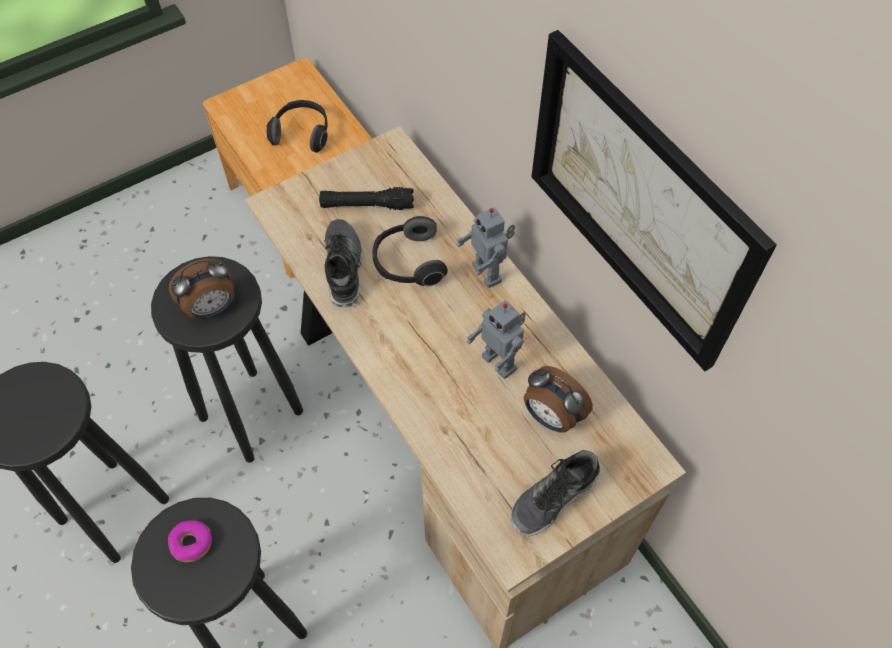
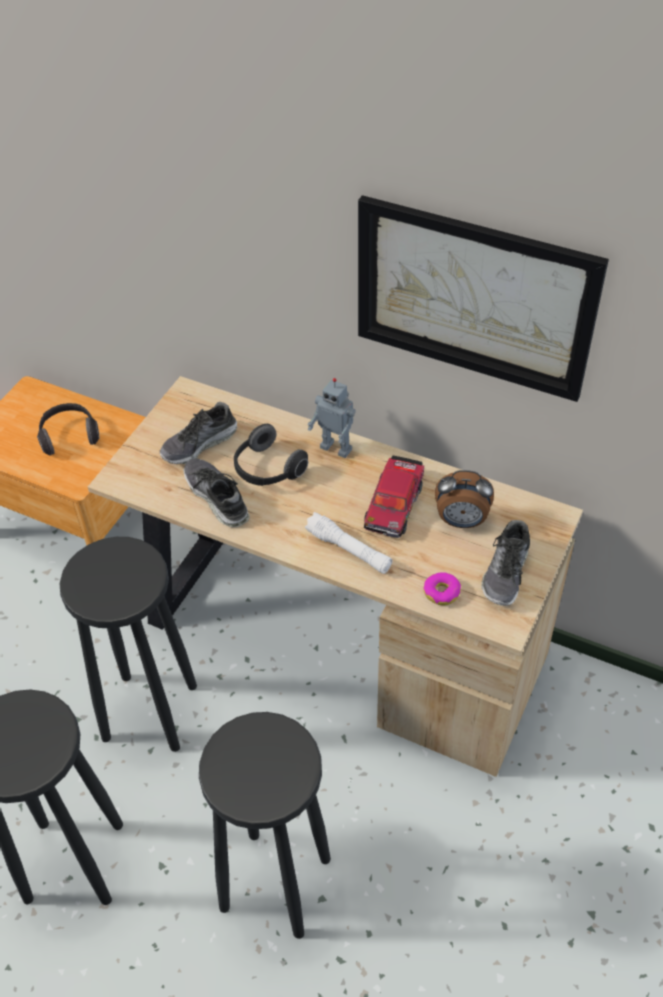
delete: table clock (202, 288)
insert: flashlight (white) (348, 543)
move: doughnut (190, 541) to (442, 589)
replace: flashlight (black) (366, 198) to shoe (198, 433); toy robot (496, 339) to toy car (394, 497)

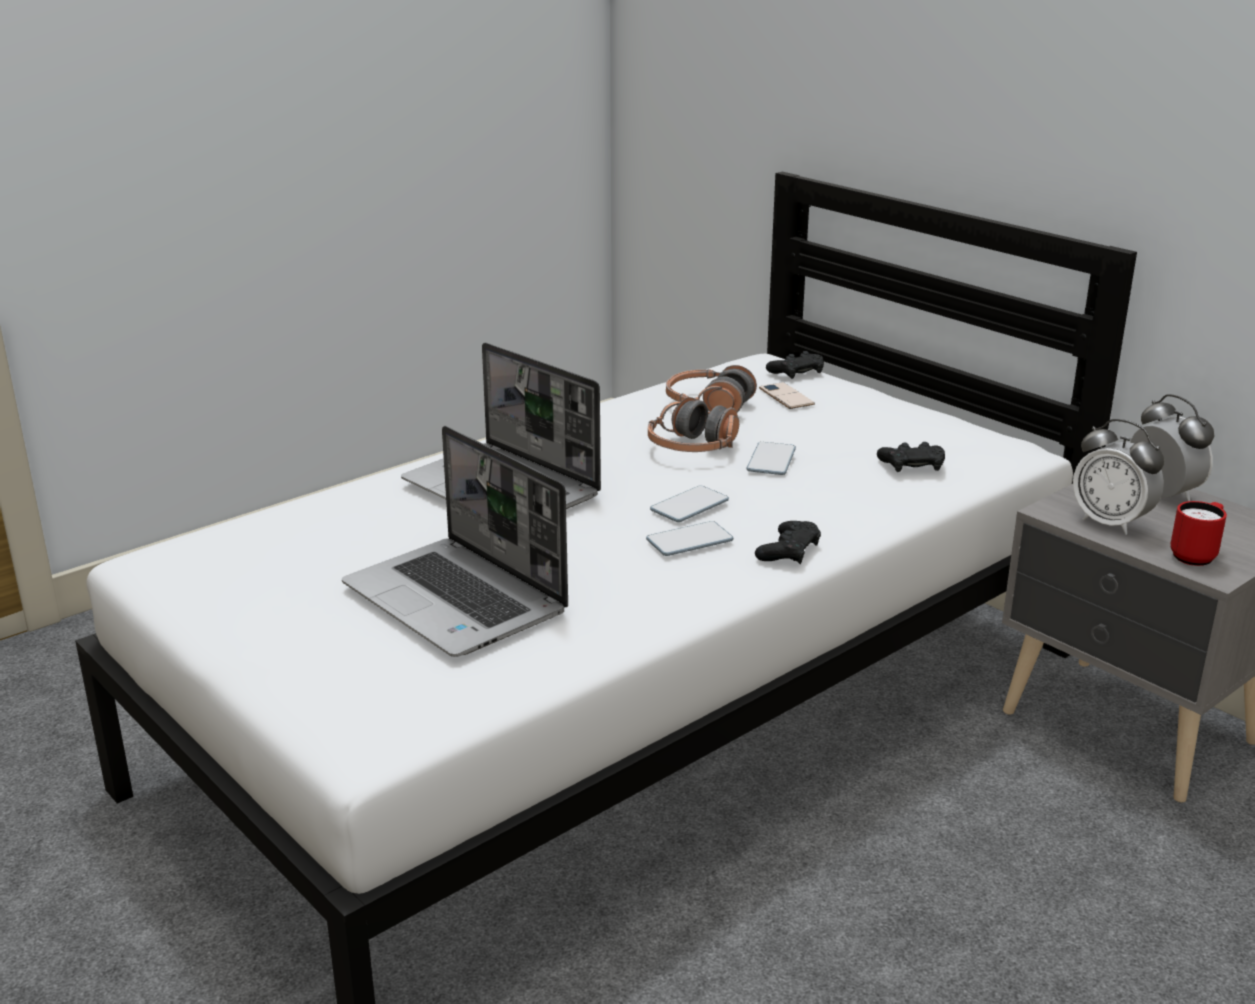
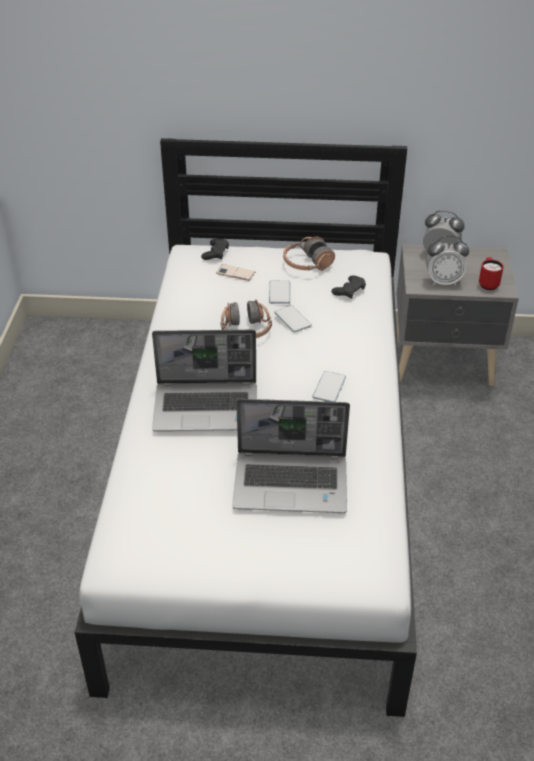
delete: gamepad (black) (788, 542)
move: handset (689, 504) to (279, 292); pair of headphones (711, 390) to (309, 253)

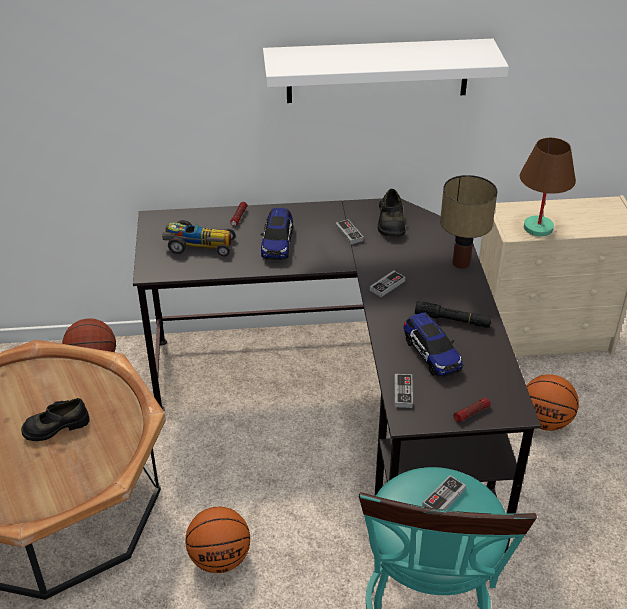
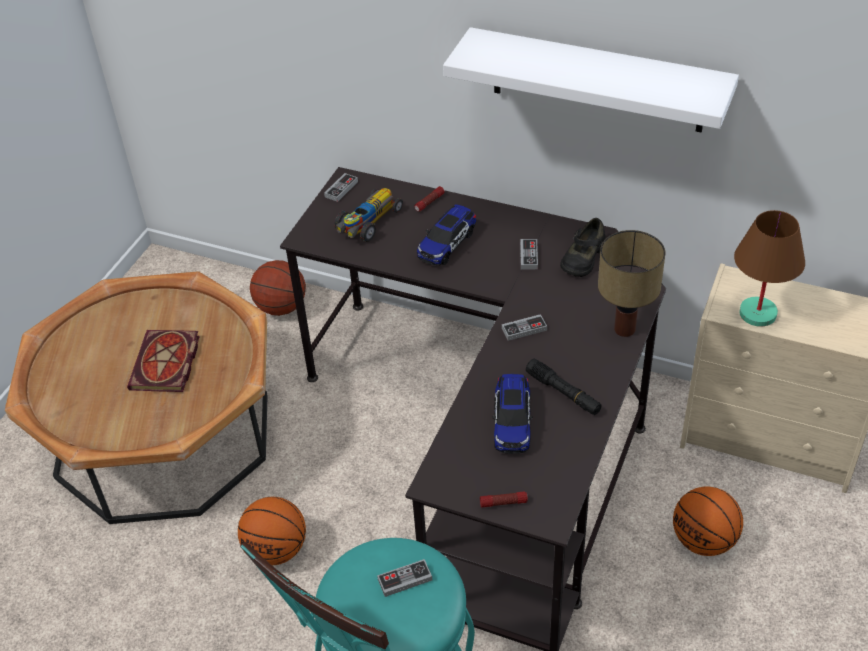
move: gamepad (403, 391) to (341, 187)
replace: shoe (black) (55, 419) to book (163, 361)
rotate: toy car (198, 238) = (369, 215) 90 degrees counterclockwise

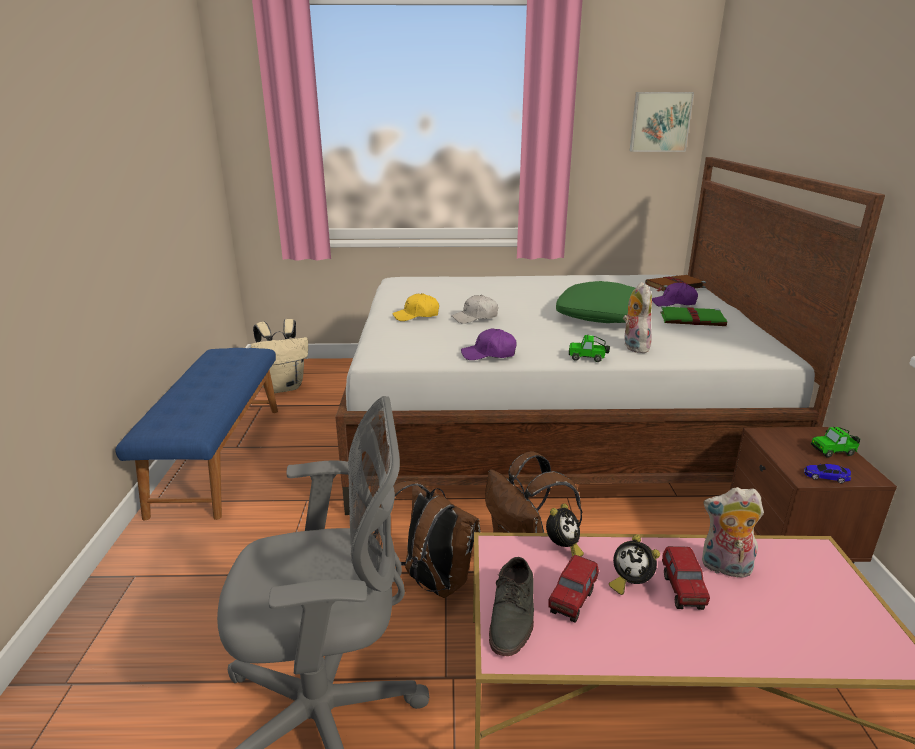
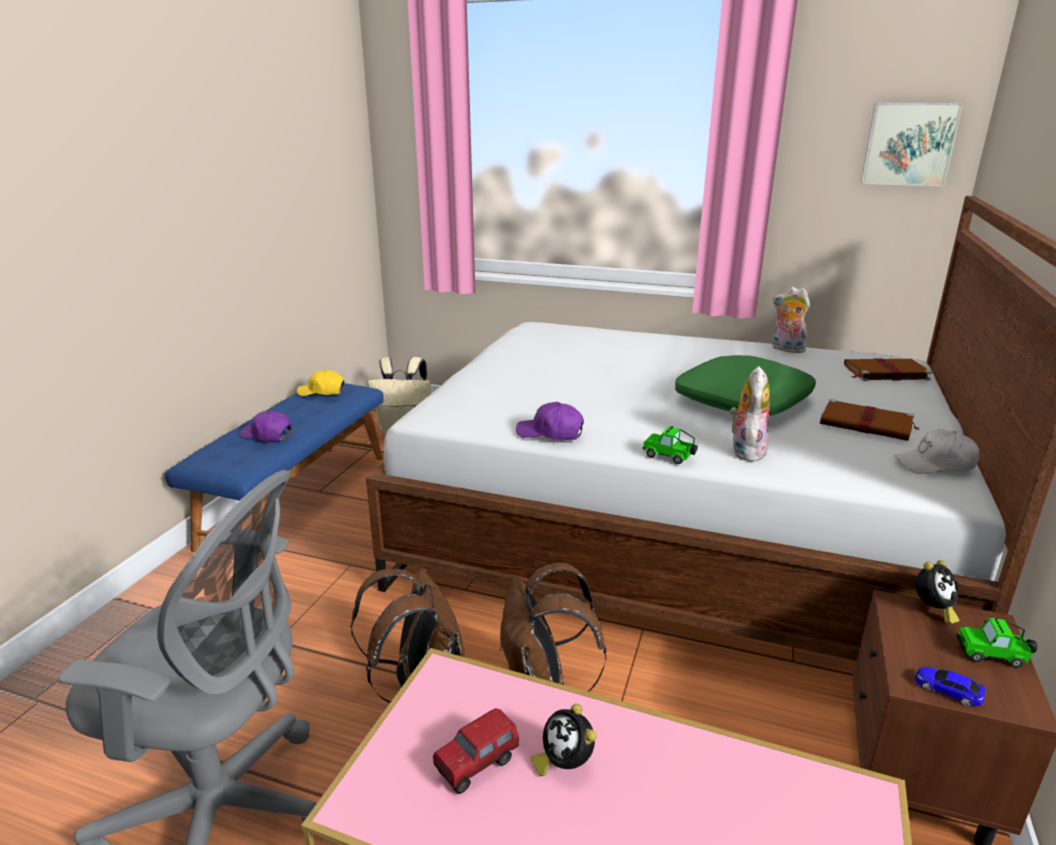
delete: shoe (grey) (511, 606); toy truck (686, 578)
move: baseball cap (yellowish) (415, 307) to (321, 383); baseball cap (white) (474, 309) to (937, 451); table clock (565, 530) to (937, 592); baseball cap (purplish) (675, 294) to (266, 425); soft toy (733, 534) to (791, 320)
recolor: book (greenish) (693, 316) to book (brown-coloured) (869, 420)

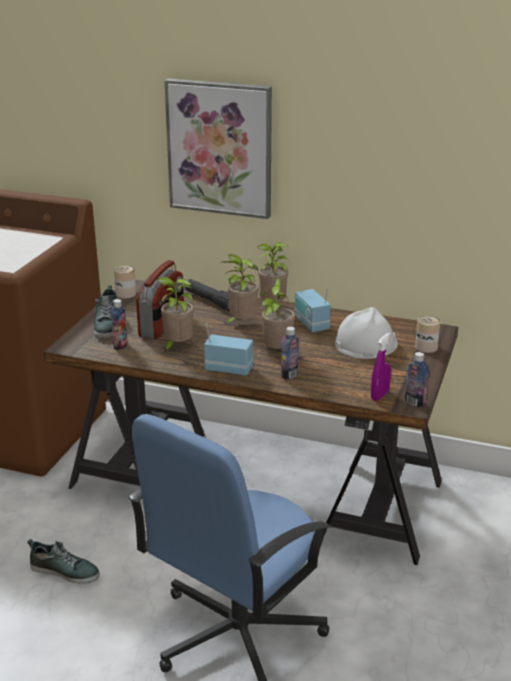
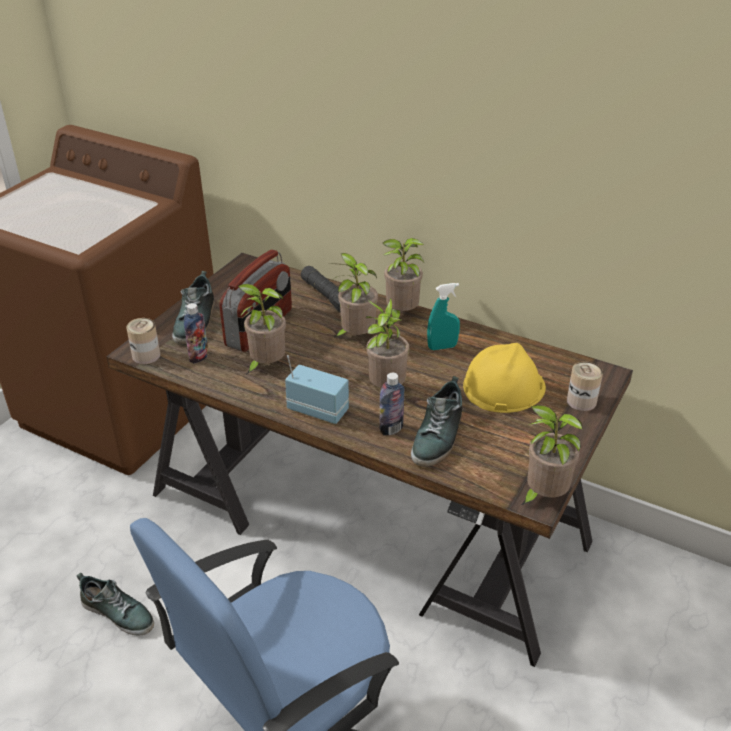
delete: wall art (218, 148); hand sprayer (purplish) (381, 366)
insert: shoe (436, 421)
move: can (125, 282) to (143, 341)
replace: radio set (313, 310) to hand sprayer (turquoise) (443, 316); drink bottle (417, 379) to houseplant (551, 455)
recolor: safety helmet (white) (366, 333) to safety helmet (yellowish) (504, 378)

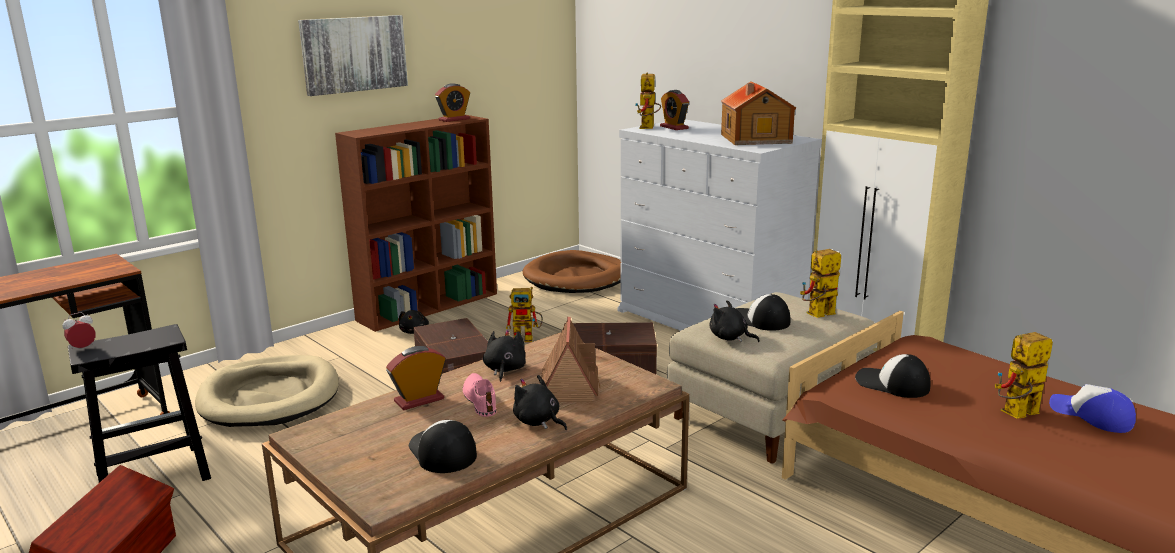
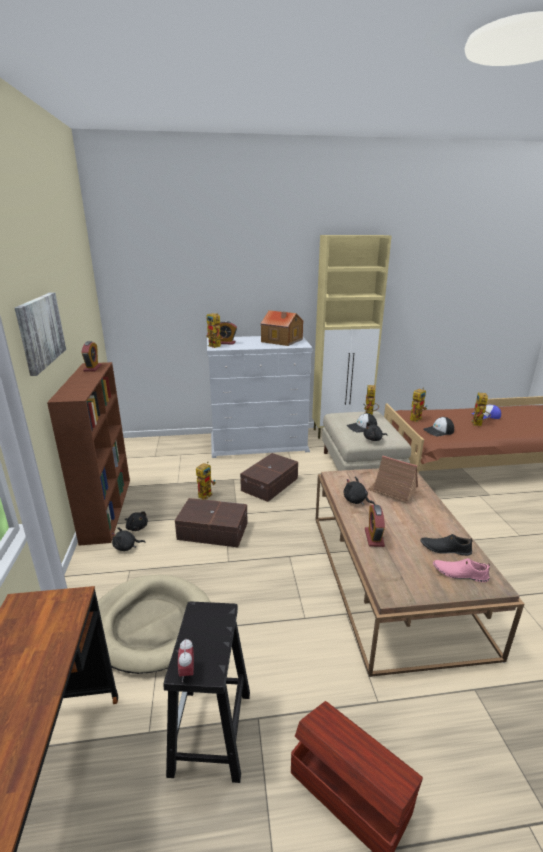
delete: dog cushion (brown-coloured) (572, 271)
insert: toy robot (419, 404)
move: shoe (pink-coloured) (480, 395) to (461, 570); soft toy (black) (540, 402) to (129, 539)
replace: baseball cap (443, 446) to shoe (black) (446, 545)

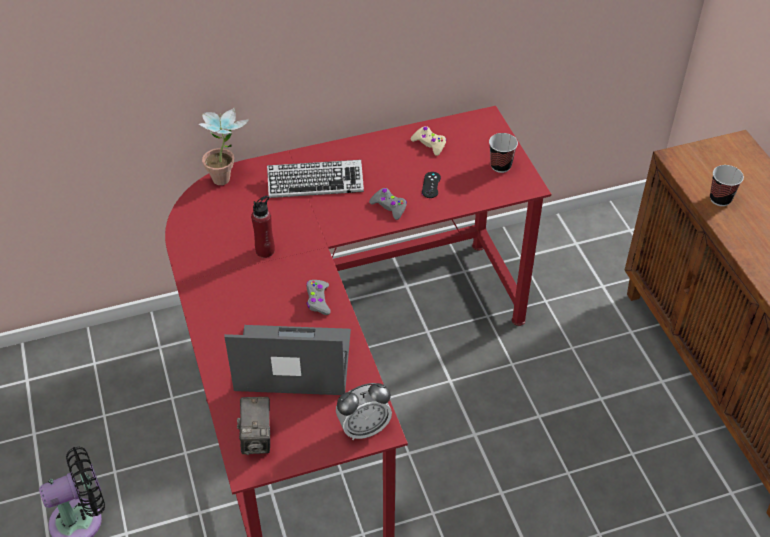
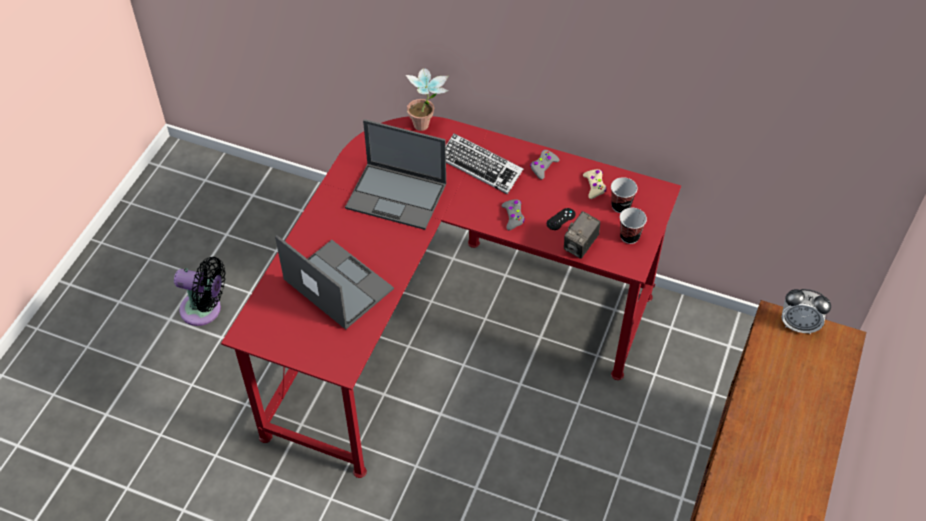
move: still camera (253, 426) to (582, 235); gamepad (grey) (318, 297) to (545, 165); table clock (364, 411) to (806, 311); drinking cup (727, 185) to (624, 195)
replace: drink bottle (red) (263, 227) to laptop (395, 174)

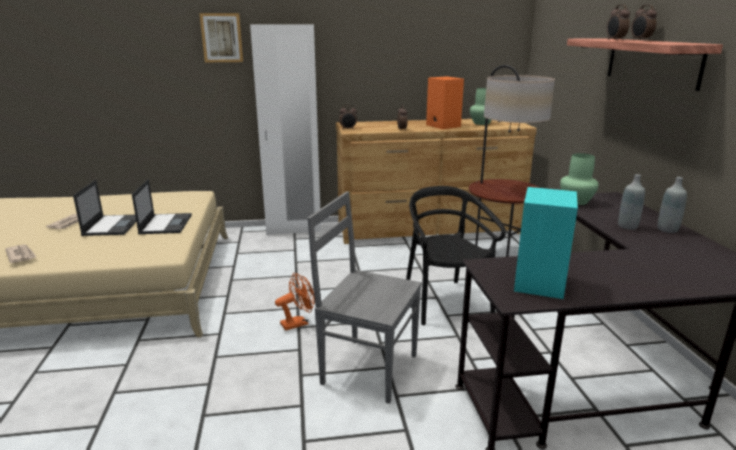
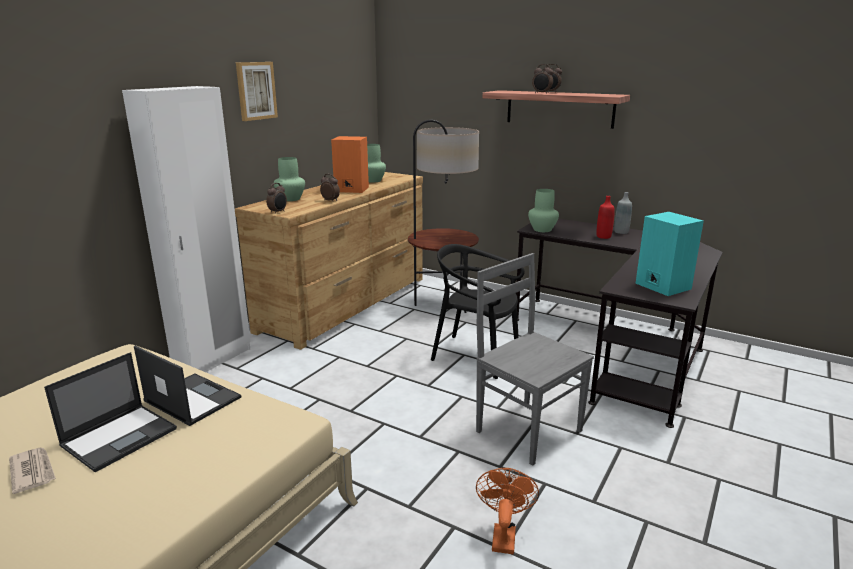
delete: newspaper (20, 253)
insert: flower vase (greenish) (289, 179)
move: wall art (221, 37) to (257, 91); fan (orange) (295, 302) to (507, 511)
recolor: drink bottle (grey) (631, 202) to drink bottle (red) (606, 217)
rotate: laptop (104, 208) = (110, 412) 90 degrees clockwise; chair (grey) (364, 297) = (535, 359) 75 degrees clockwise

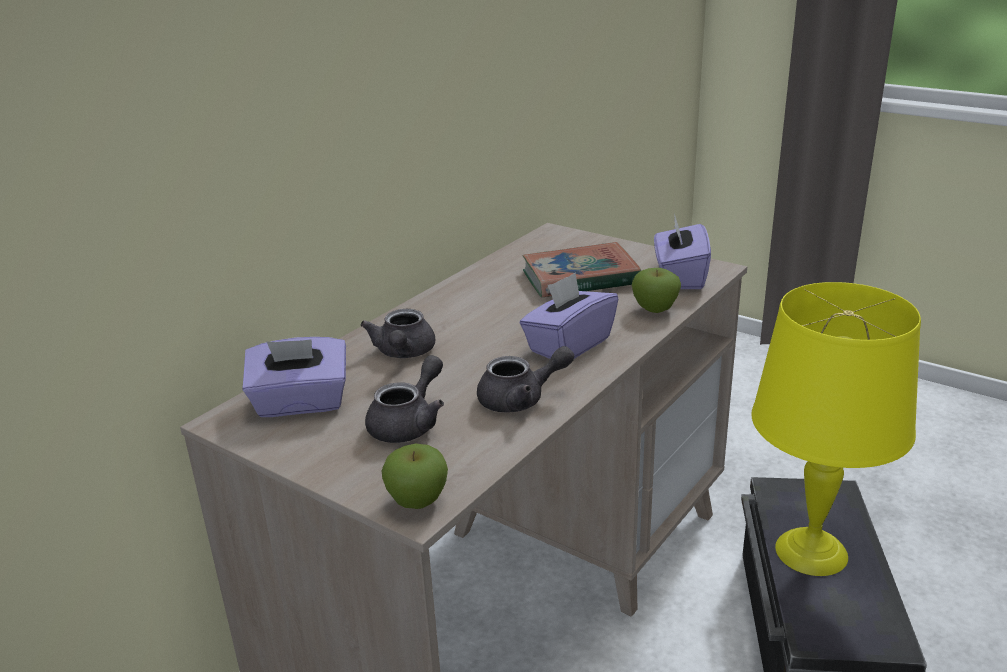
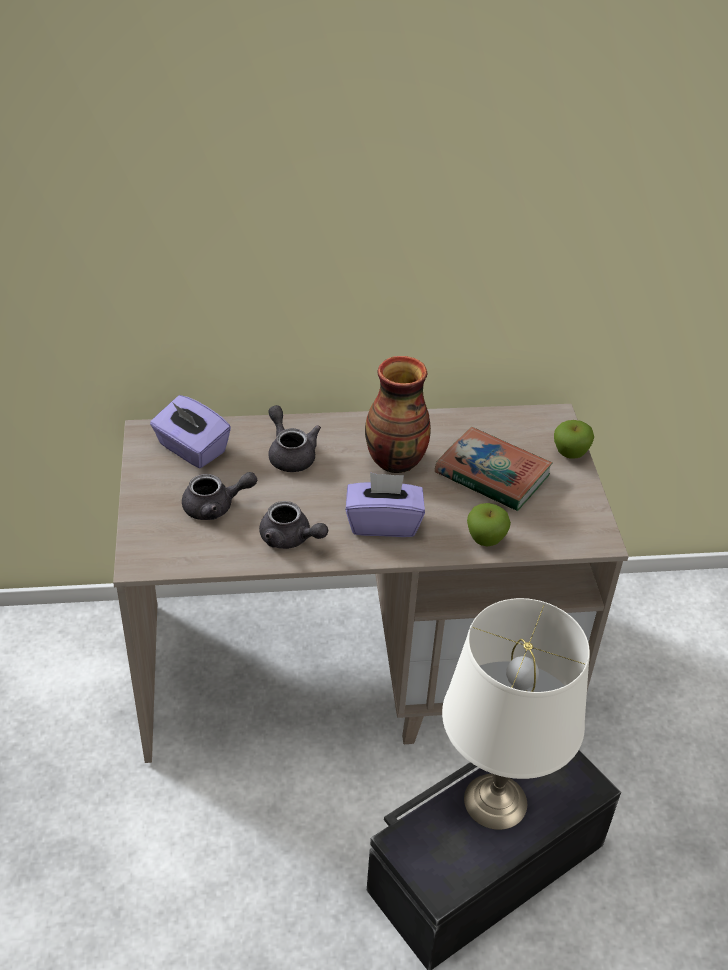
delete: tissue box (purplish) (682, 251)
insert: flower vase (398, 414)
move: whole apple (415, 476) to (574, 439)
recolor: lamp for a table (yellowish) (836, 429) to lamp for a table (white) (516, 714)
rotate: teapot (grey) (397, 333) = (294, 438) 105 degrees clockwise

